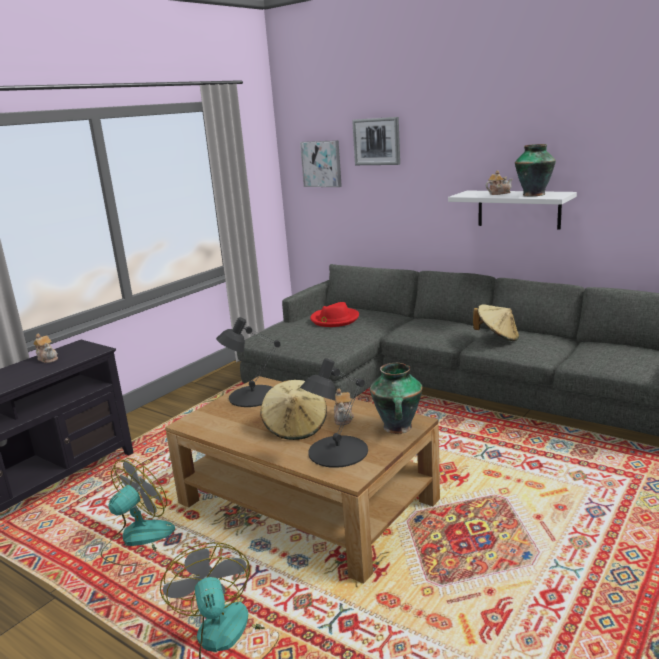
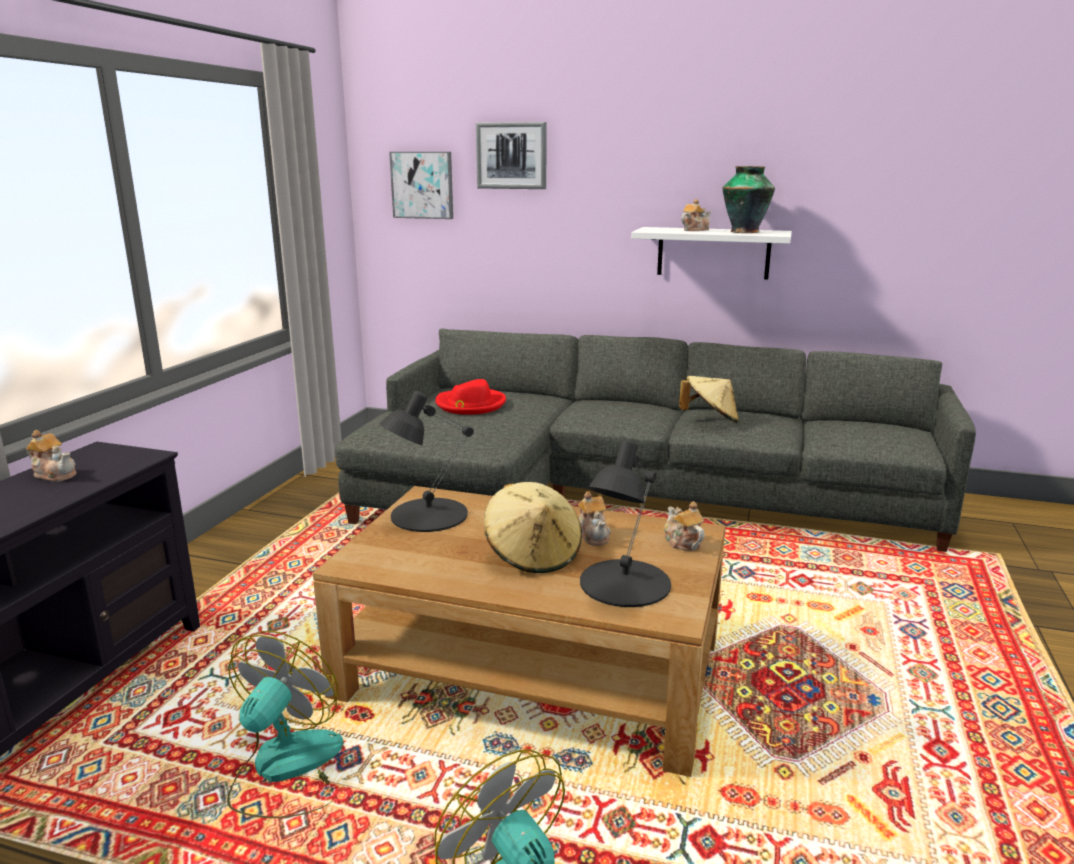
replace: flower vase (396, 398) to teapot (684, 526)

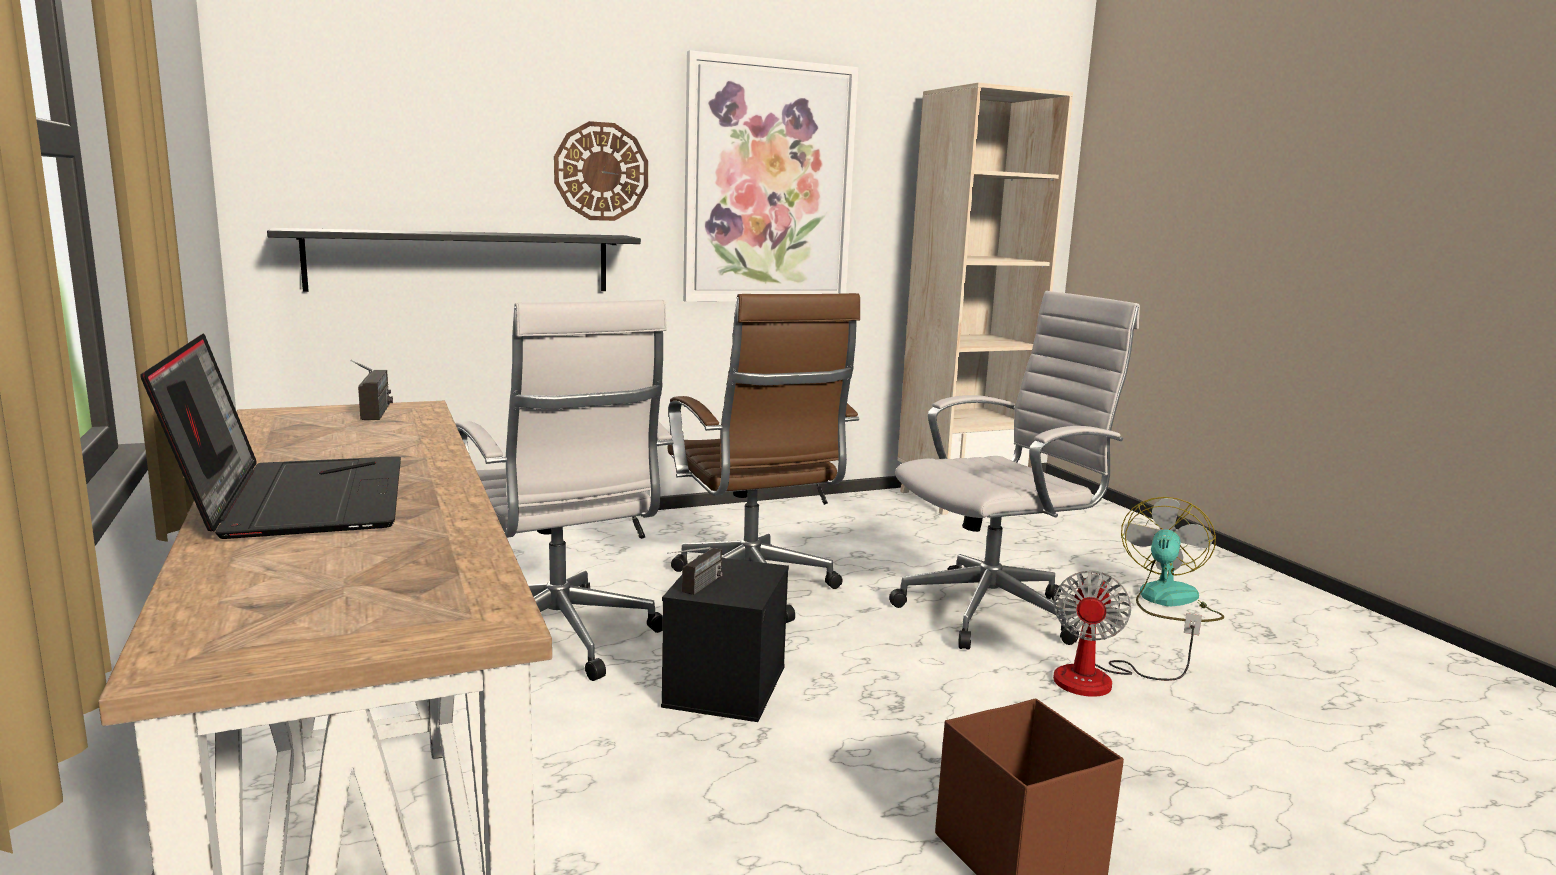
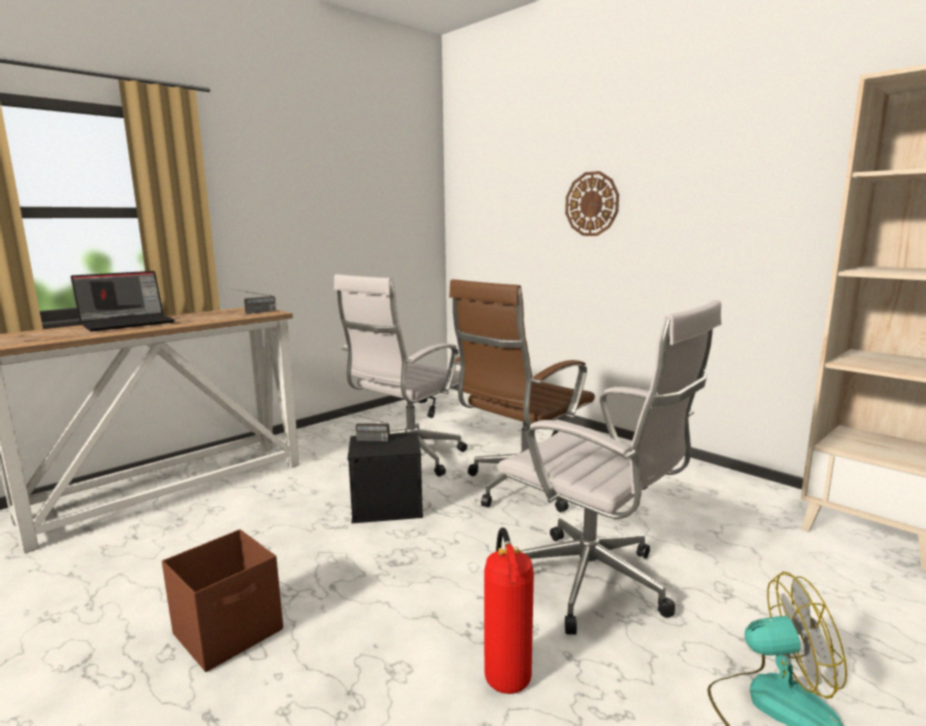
delete: wall shelf (black) (454, 260); wall art (771, 176)
replace: fan (1127, 633) to fire-fighting cylinder (509, 610)

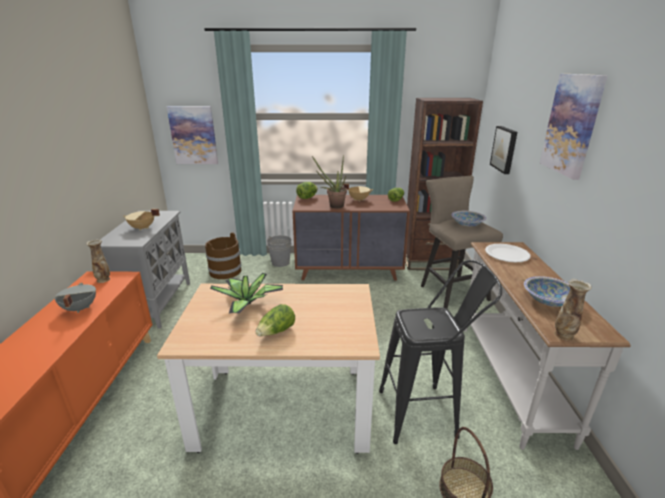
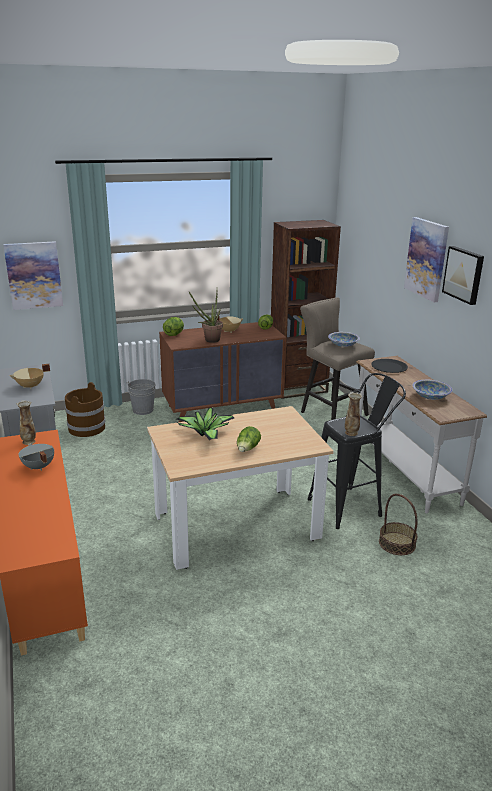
move: wall art (503, 150) to (463, 275); flower vase (573, 310) to (353, 414)
recolor: dinner plate (white) (508, 253) to dinner plate (black) (389, 366)

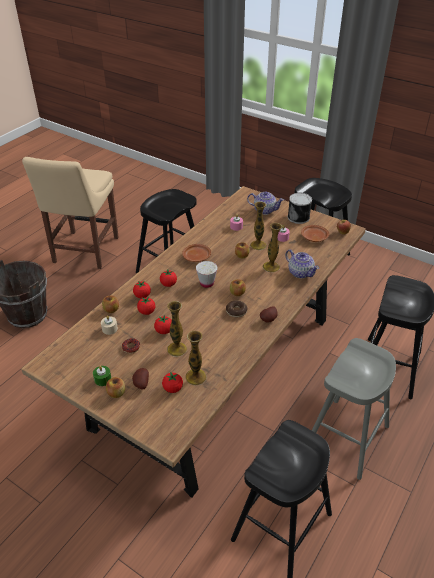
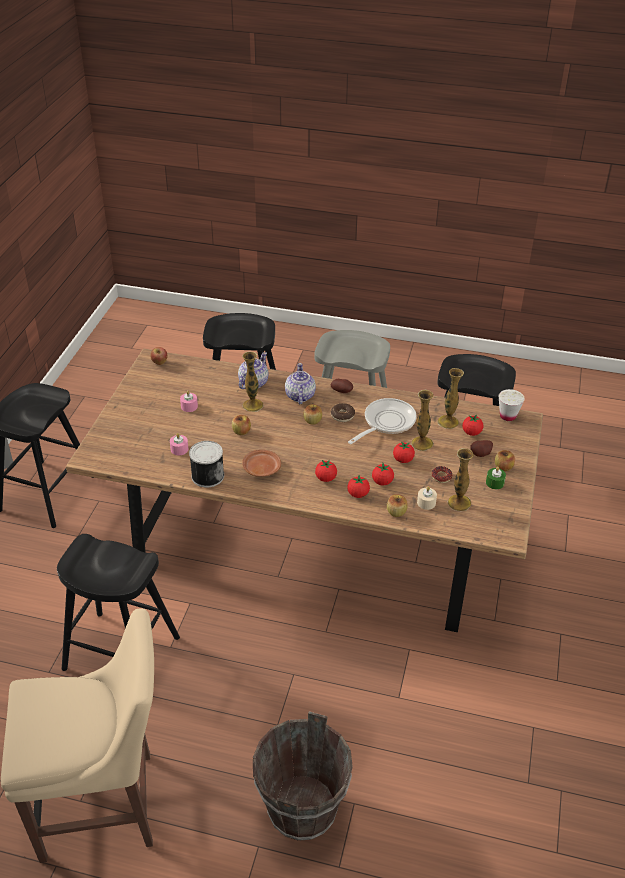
delete: dinner plate (brown-coloured) (315, 233)
insert: skillet (382, 421)
move: drinking cup (white) (207, 274) to (512, 405); teapot (265, 203) to (300, 383); flower vase (258, 225) to (461, 479); can (300, 208) to (206, 464)

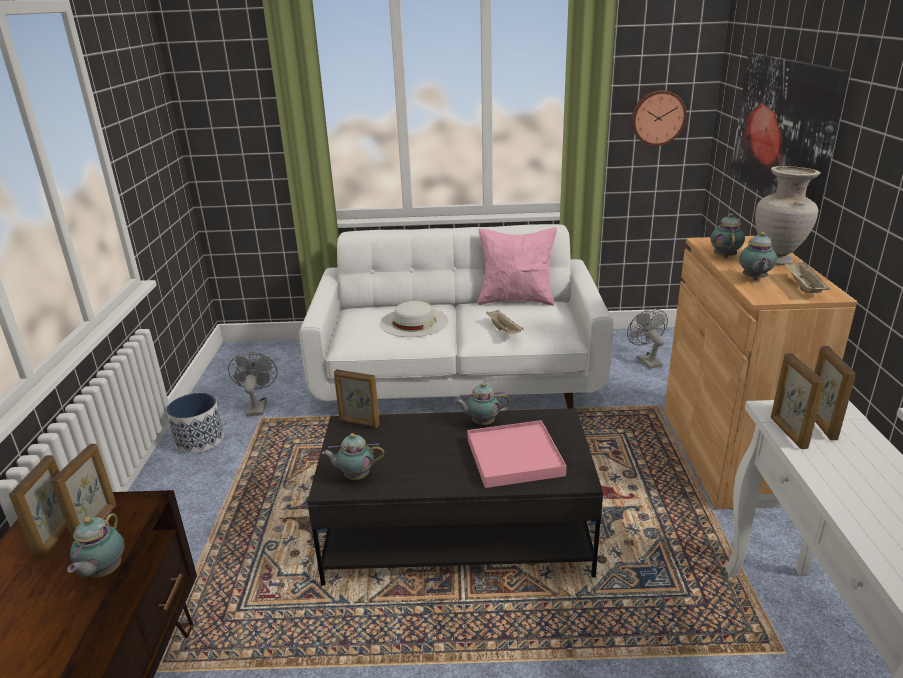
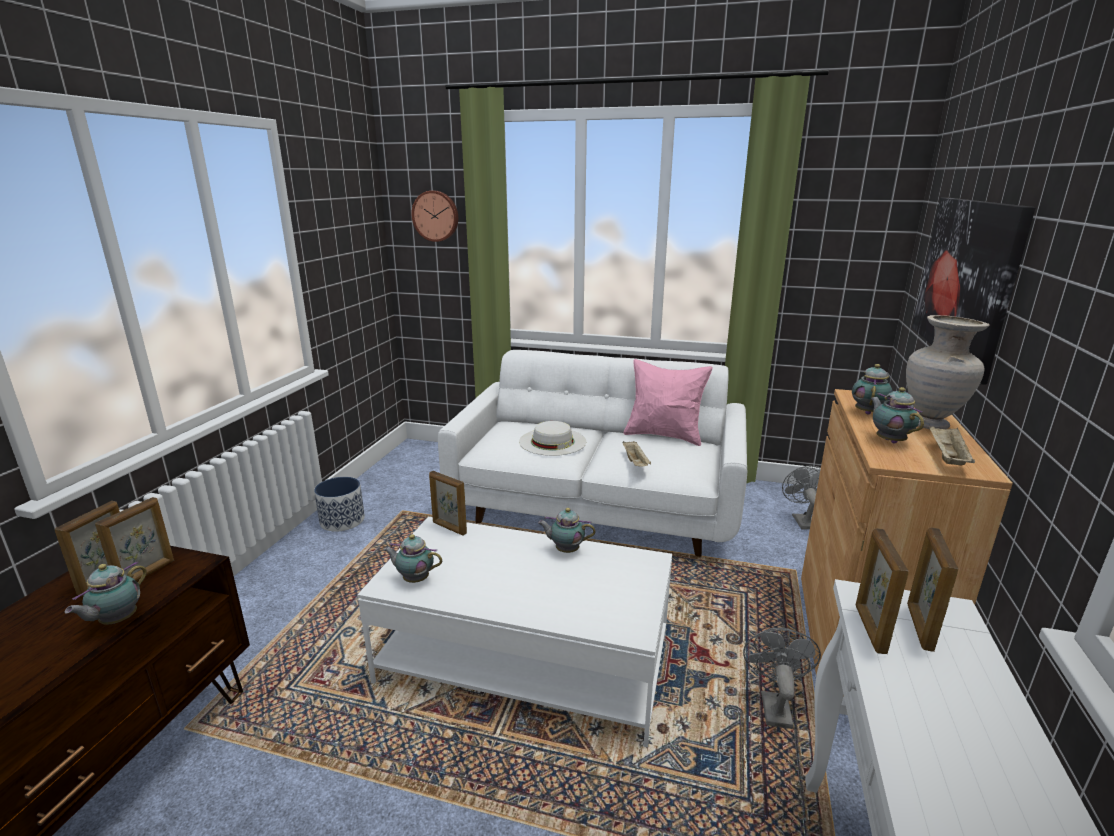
delete: tray (pink-coloured) (517, 454)
move: fan (grey) (252, 384) to (782, 678); hanging clock (658, 118) to (434, 216)
recolor: coffee table (black) (455, 497) to coffee table (white) (514, 632)
rotate: teapot (758, 256) = (897, 415) 135 degrees clockwise

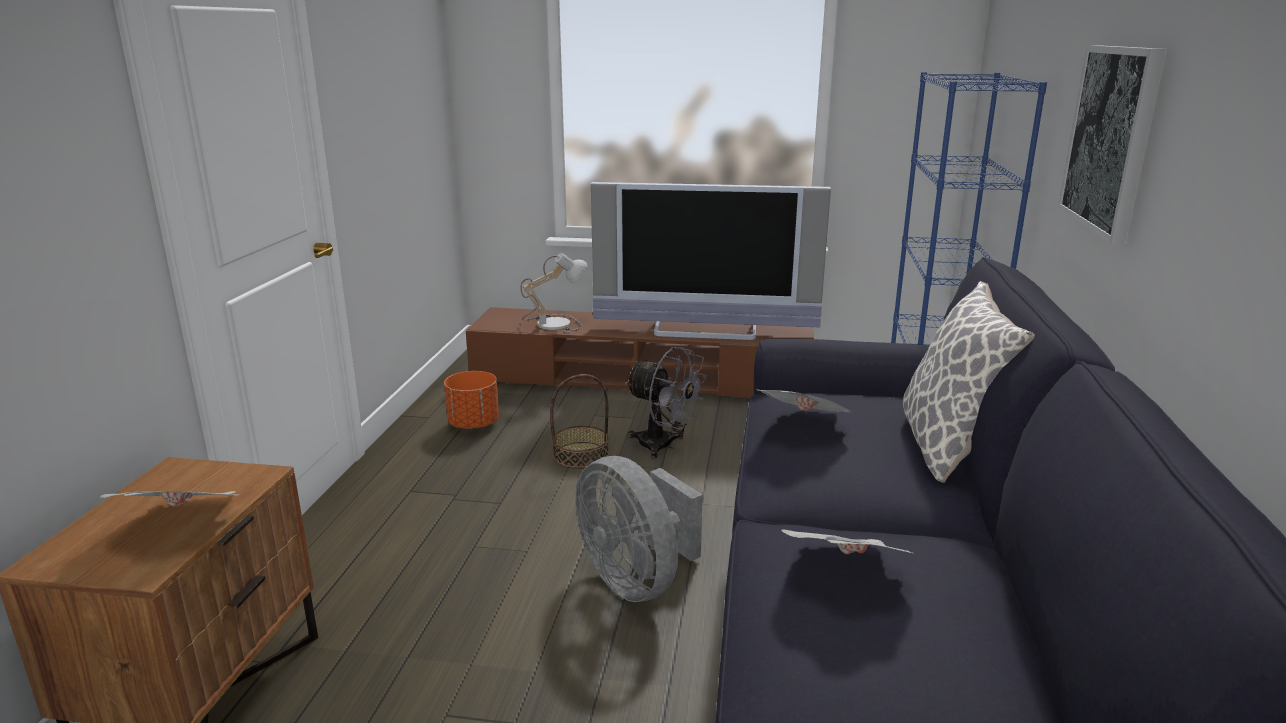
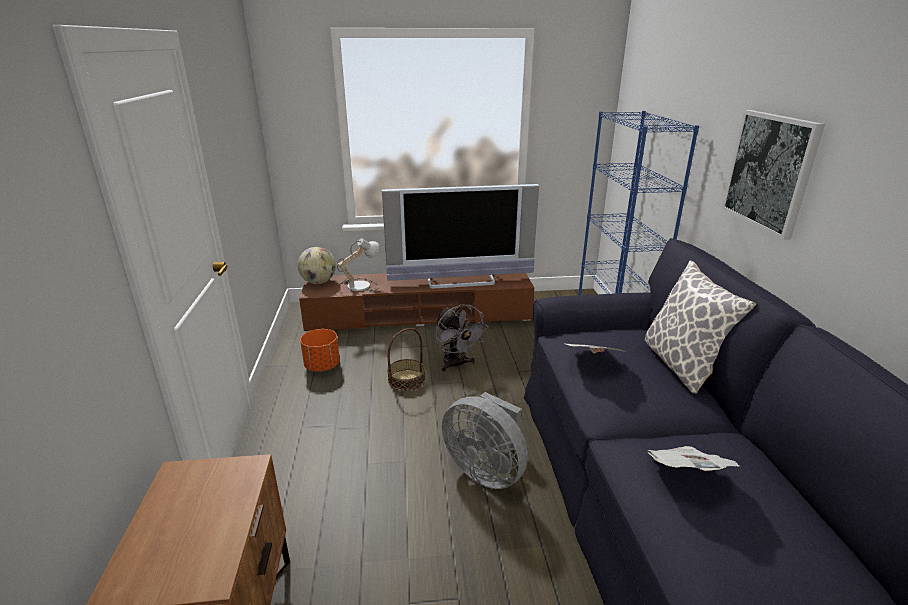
delete: newspaper (168, 499)
insert: globe (317, 265)
rotate: fan (grey) (666, 403) = (461, 338) 45 degrees clockwise

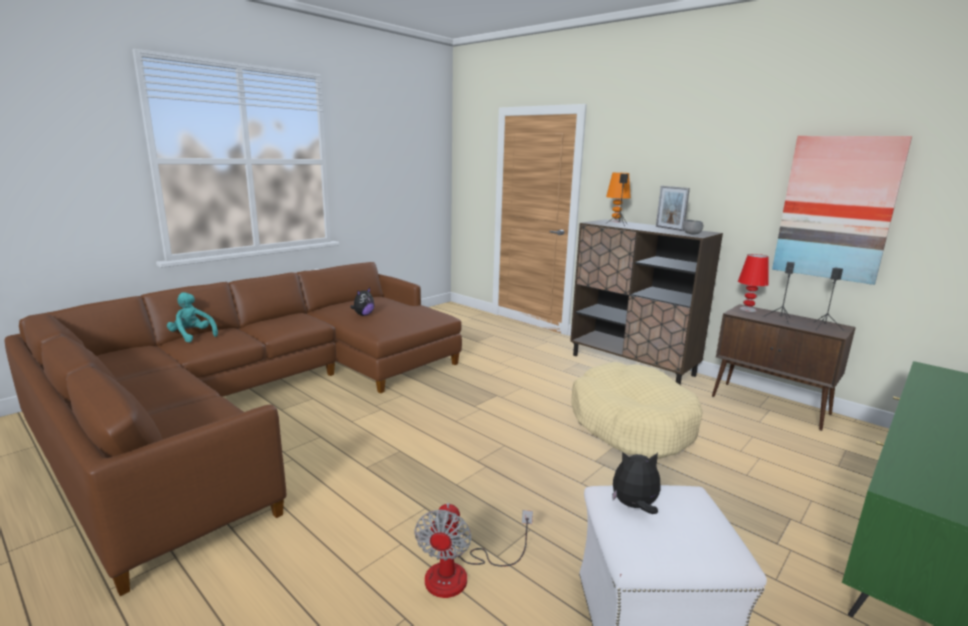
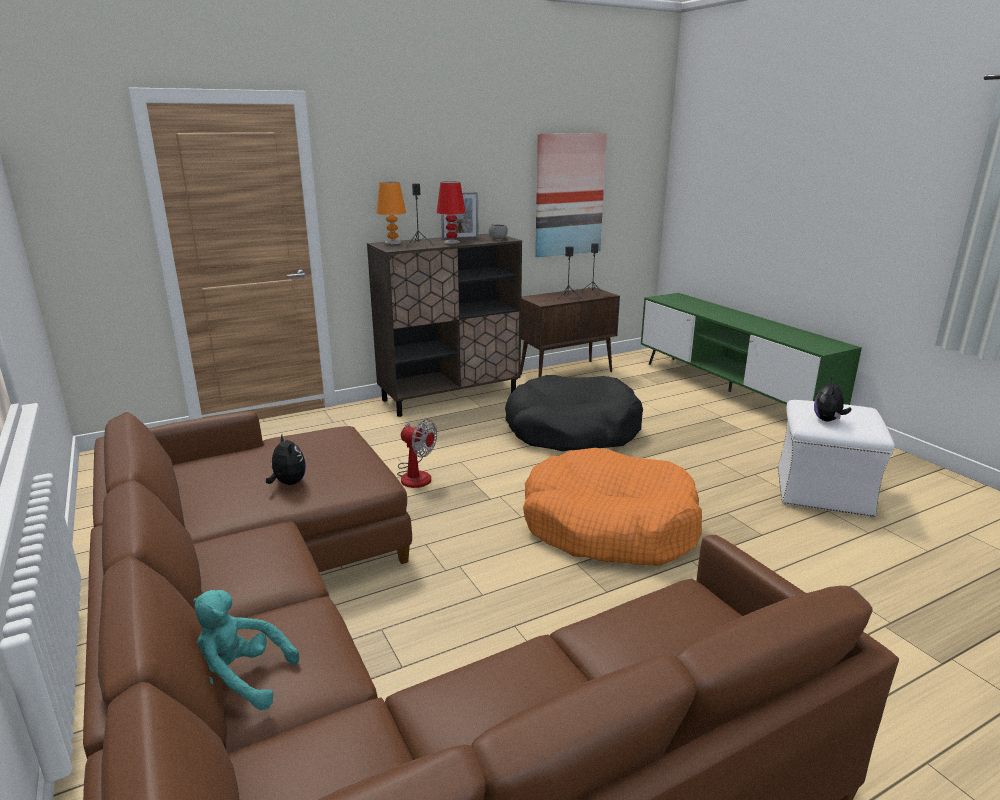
insert: dog cushion (orange) (612, 507)
move: fan (473, 550) to (417, 453); lamp for a table (red) (753, 283) to (451, 212)
recolor: dog cushion (beige-coloured) (637, 410) to dog cushion (black) (574, 413)
rotate: soft toy (turquoise) (192, 317) = (246, 650) 45 degrees clockwise

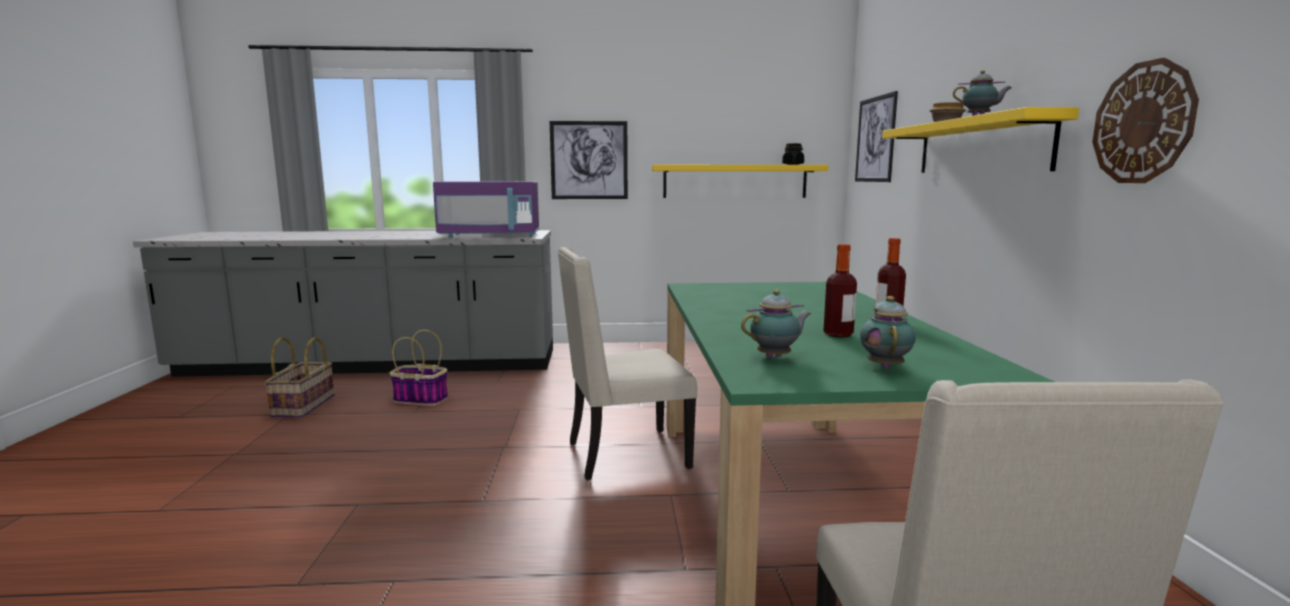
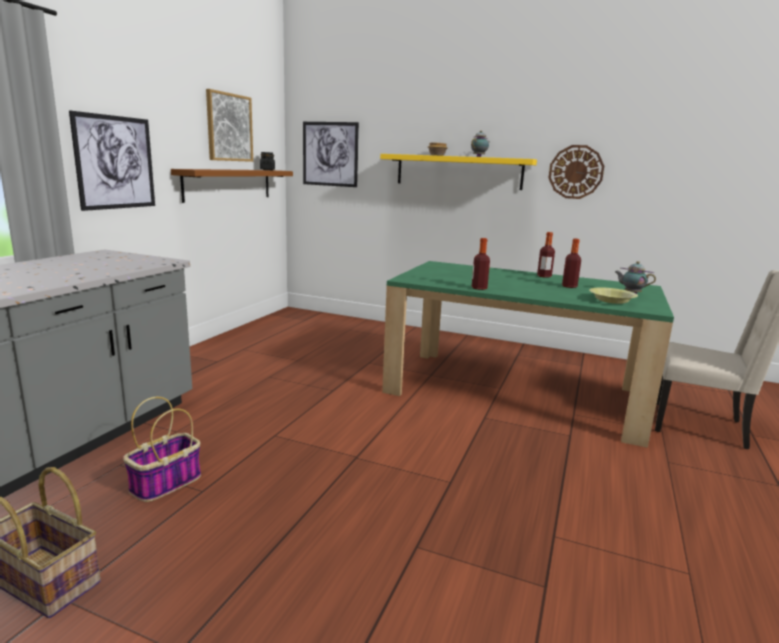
delete: microwave (purplish) (486, 209); chair (beige-coloured) (627, 363)
insert: wall art (229, 125); drink bottle (481, 264)
replace: teapot (776, 324) to deep dish (yellowish) (613, 296)
recolor: wall shelf (yellowish) (739, 181) to wall shelf (brown-coloured) (232, 186)

